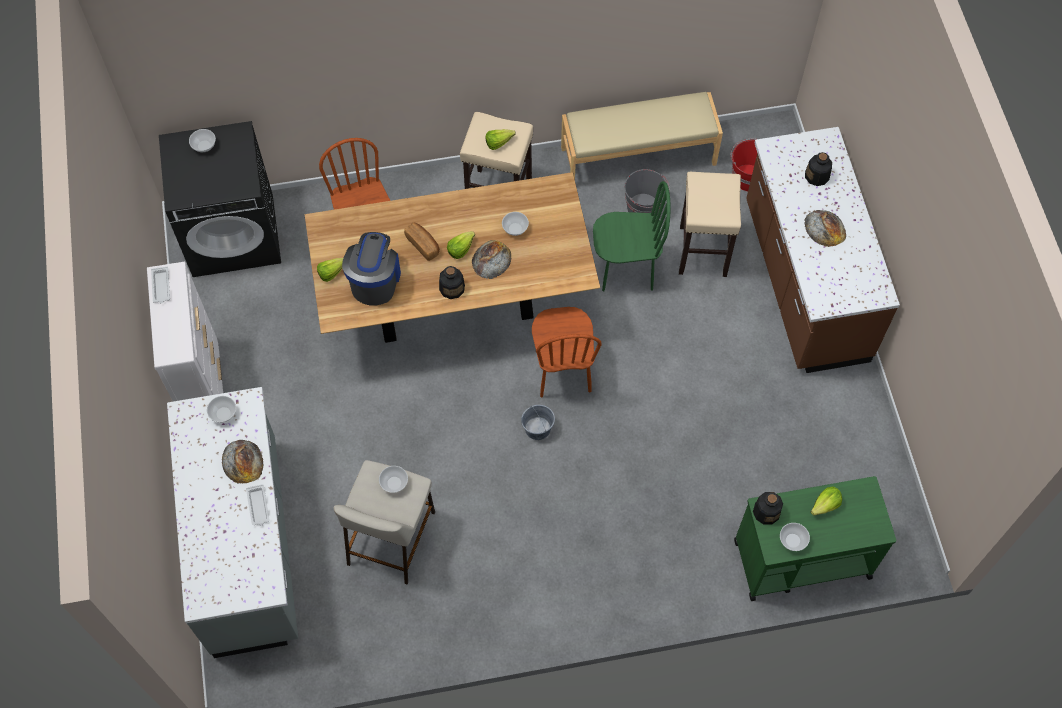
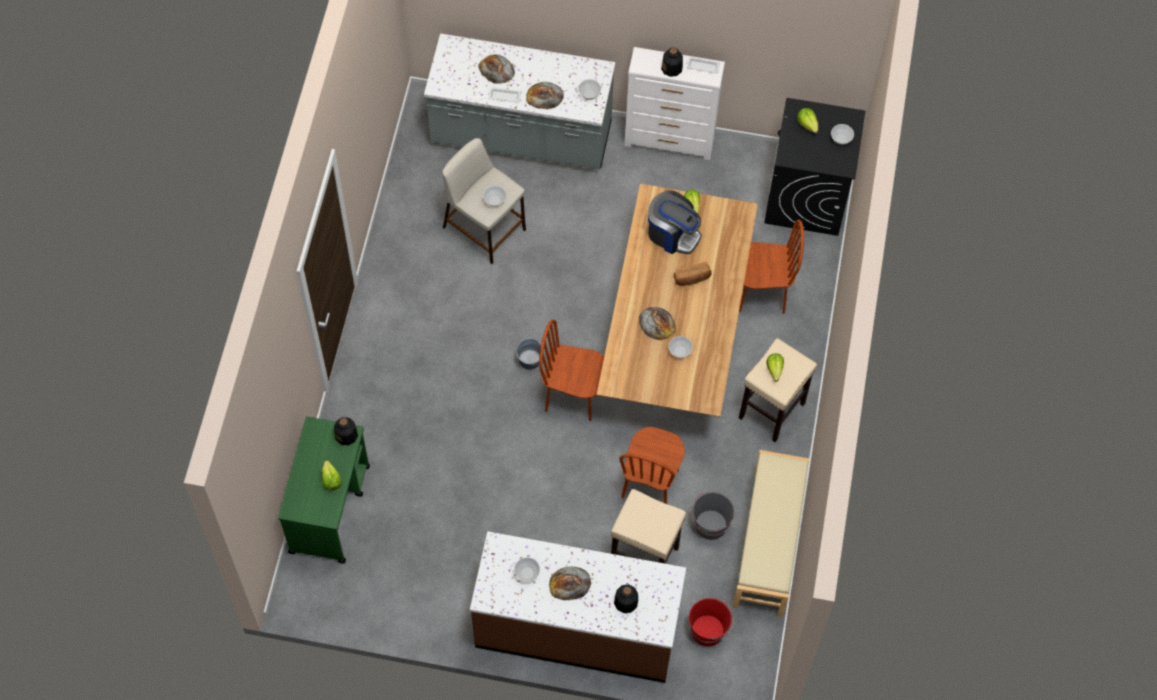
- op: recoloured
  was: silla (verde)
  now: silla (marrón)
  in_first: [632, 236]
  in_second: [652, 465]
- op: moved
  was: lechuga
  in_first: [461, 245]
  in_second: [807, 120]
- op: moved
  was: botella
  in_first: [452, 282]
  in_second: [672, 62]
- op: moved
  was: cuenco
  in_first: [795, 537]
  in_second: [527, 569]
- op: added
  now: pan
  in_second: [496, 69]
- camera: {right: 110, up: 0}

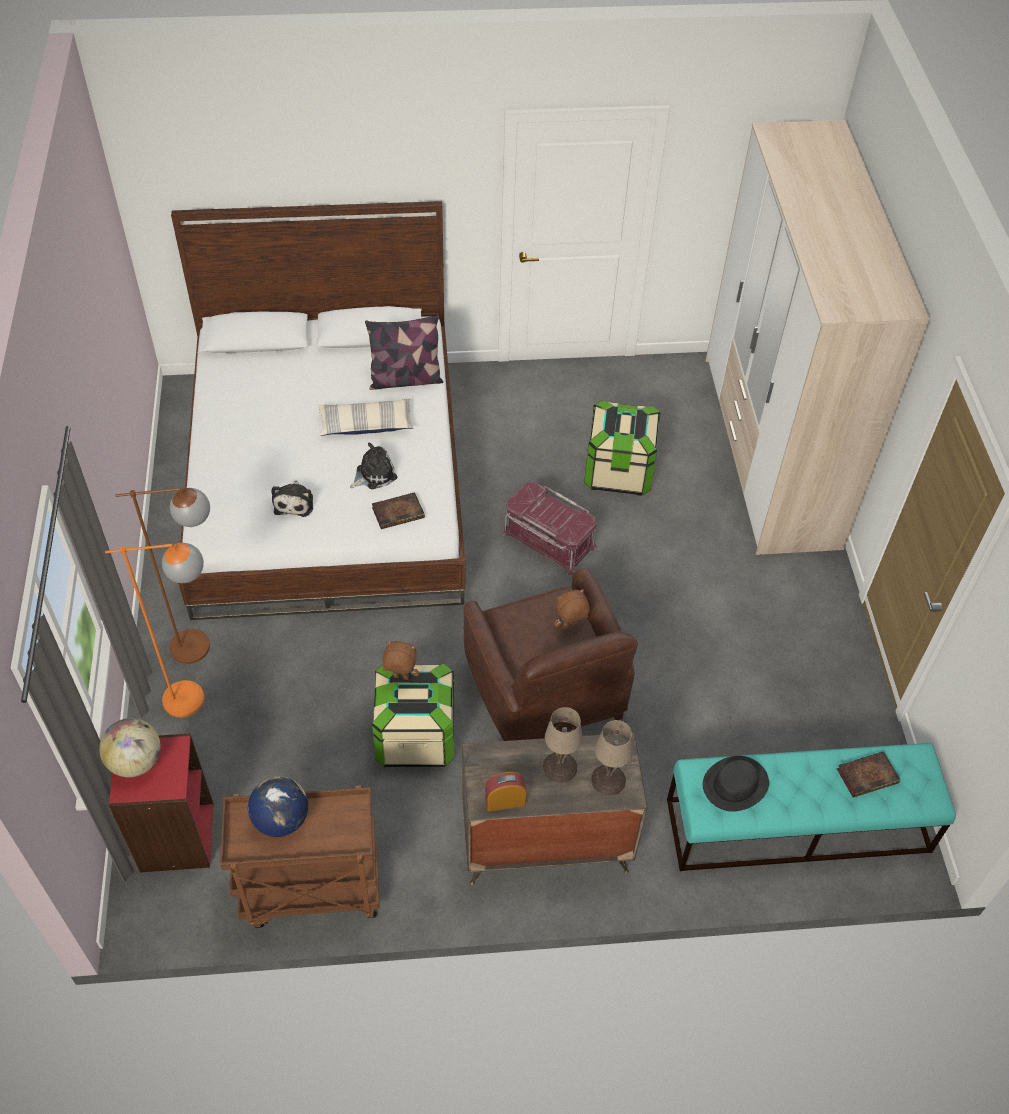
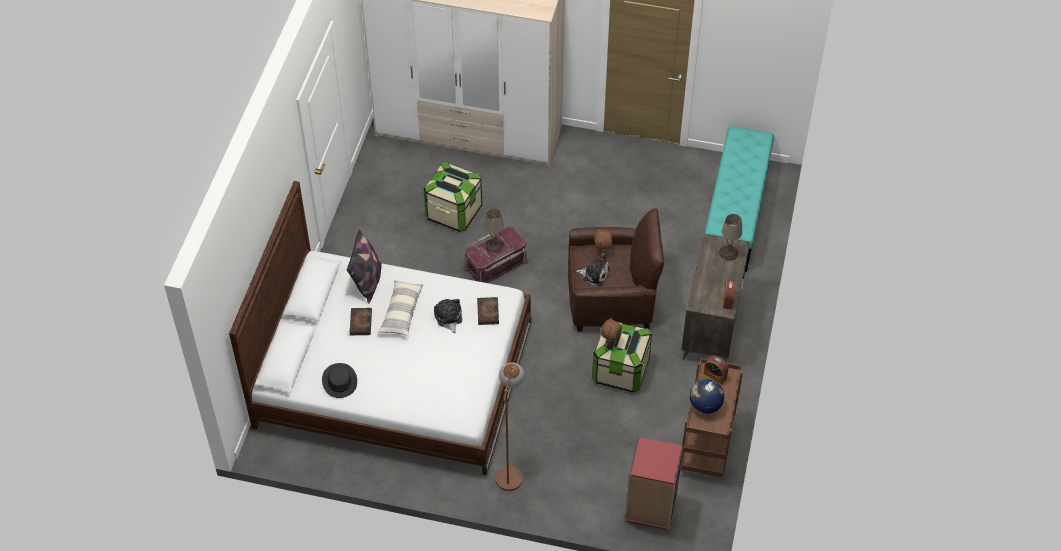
- op: moved
  was: peluche
  in_first: [292, 498]
  in_second: [593, 271]
- op: removed
  was: lámpara de pie (naranja)
  in_first: [154, 630]
- op: moved
  was: lámpara de mesa (beis)
  in_first: [562, 745]
  in_second: [494, 230]
- op: removed
  was: globo terráqueo
  in_first: [130, 747]
- op: moved
  was: libro
  in_first: [868, 774]
  in_second: [360, 321]
- op: moved
  was: sombrero (negro)
  in_first: [736, 784]
  in_second: [339, 380]
- op: added
  now: despertador
  in_second: [715, 370]
- camera: {right: -70, up: 0}

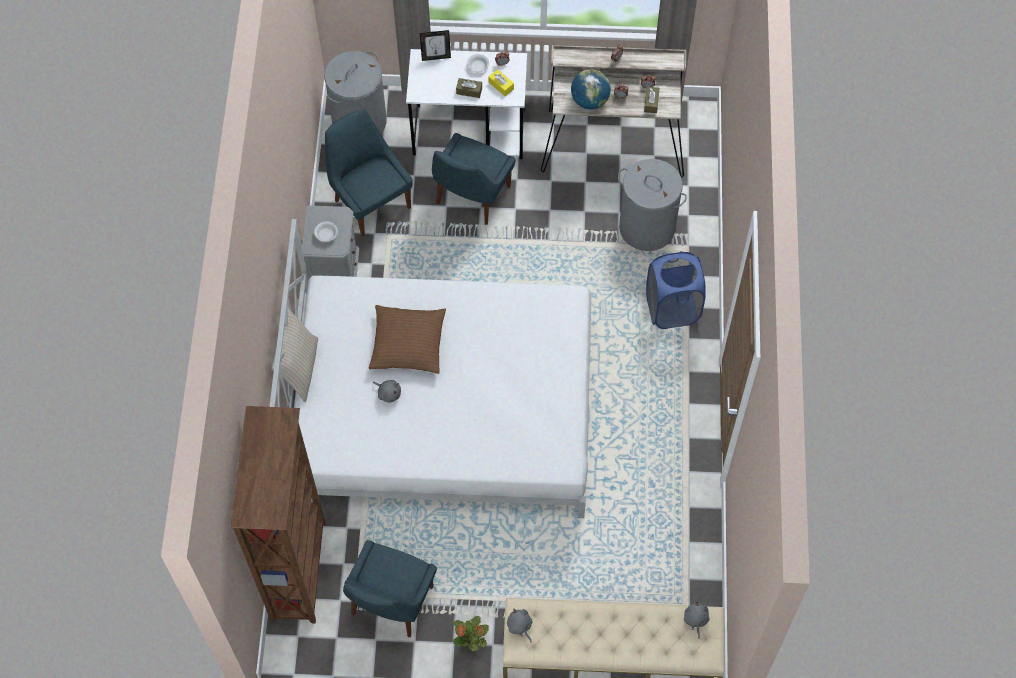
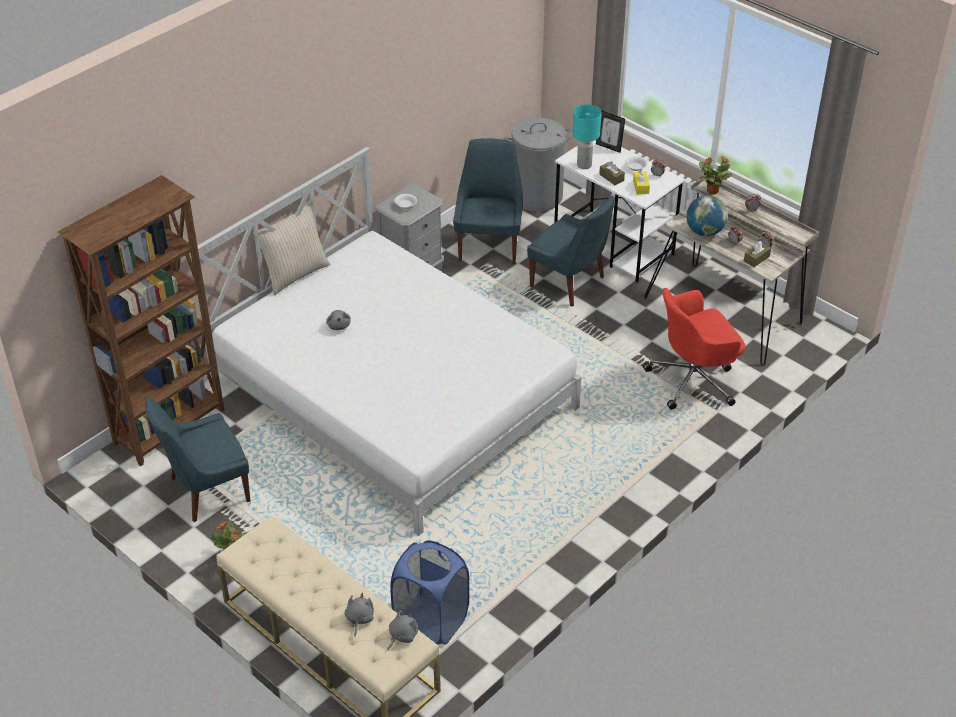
- op: turned
  was: silla (azul)
  in_first: [474, 179]
  in_second: [571, 251]
  clockwise: -120
- op: replaced
  was: cesto de la ropa (gris)
  now: silla de oficina (rojo)
  in_first: [652, 205]
  in_second: [694, 349]
- op: moved
  was: cesto de la ropa (azul)
  in_first: [676, 290]
  in_second: [429, 592]
- op: removed
  was: cojín (marrón)
  in_first: [407, 339]
- op: moved
  was: peluche (gris)
  in_first: [519, 625]
  in_second: [359, 614]
- op: added
  now: lámpara de mesa (turquesa)
  in_second: [587, 136]
- op: added
  now: planta en maceta
  in_second: [716, 175]
- camera: {right: 40, up: -20}

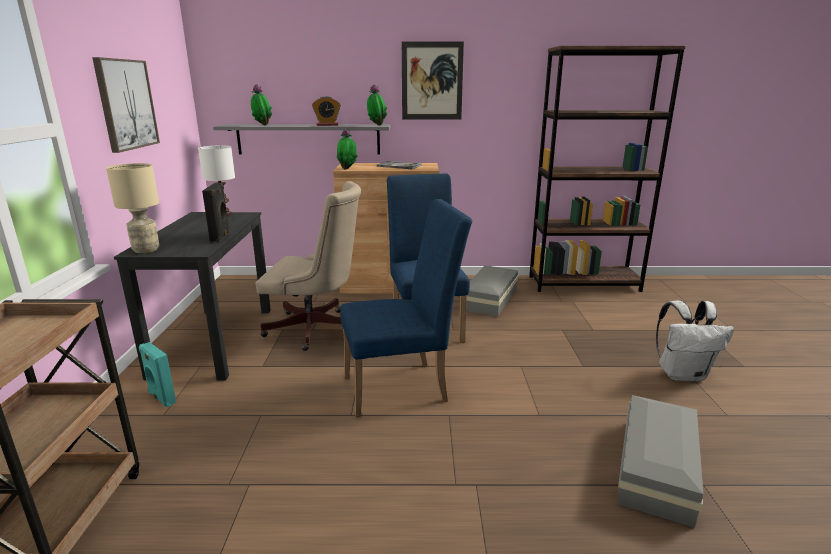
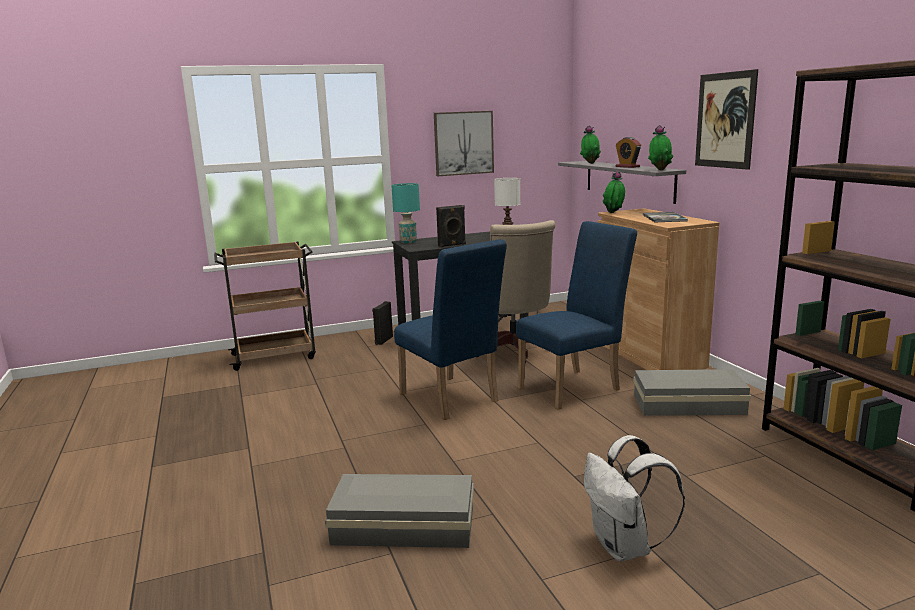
- op: recoloured
  was: lámpara de mesa (beis)
  now: lámpara de mesa (turquesa)
  in_first: [132, 208]
  in_second: [406, 213]
- op: recoloured
  was: altavoz (turquesa)
  now: altavoz (negro)
  in_first: [157, 374]
  in_second: [382, 323]
- camera: {right: 70, up: -5}

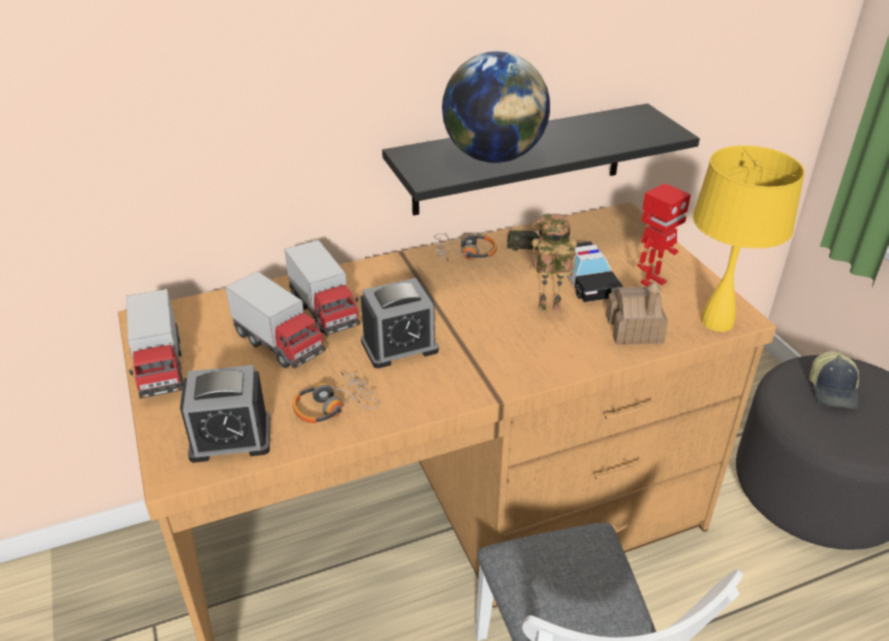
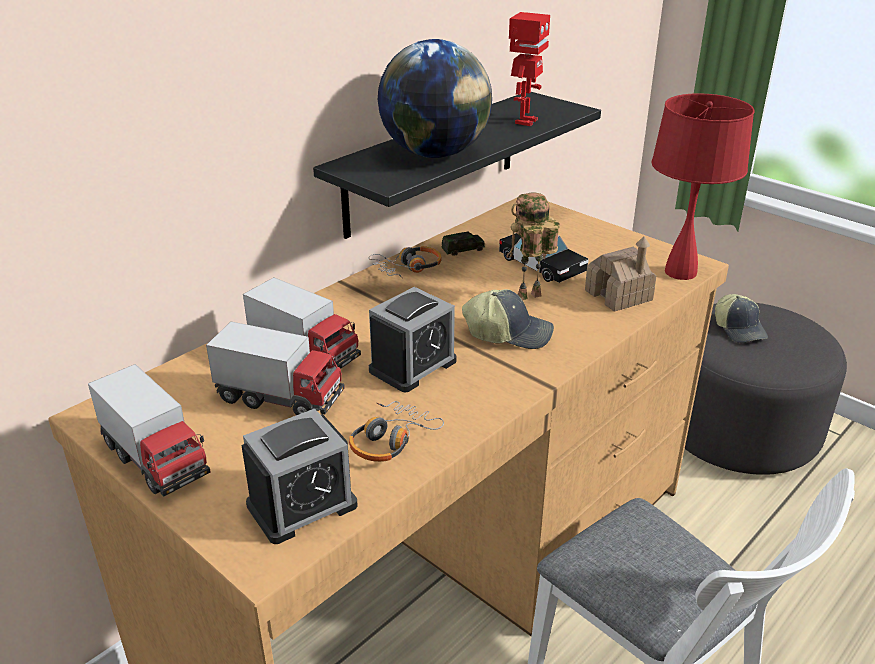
- op: recoloured
  was: lámpara de mesa (amarillo)
  now: lámpara de mesa (rojo)
  in_first: [749, 238]
  in_second: [702, 186]
- op: moved
  was: robot de juguete
  in_first: [664, 235]
  in_second: [529, 69]
- op: added
  now: gorra
  in_second: [508, 319]
- camera: {right: -25, up: -5}

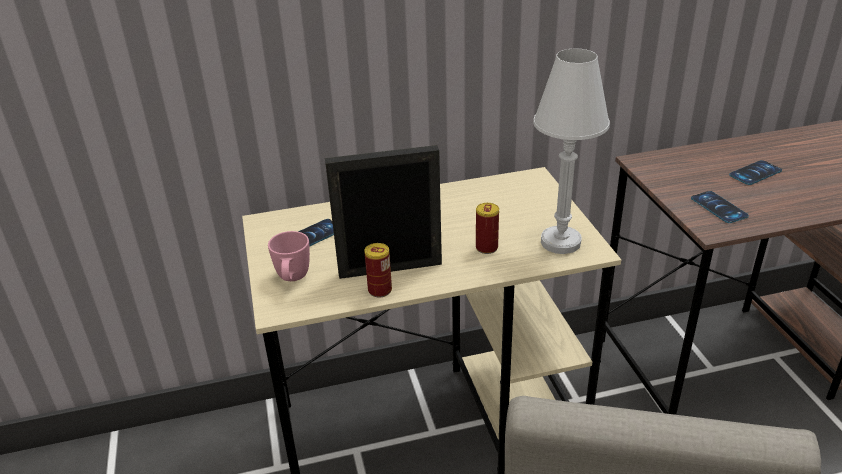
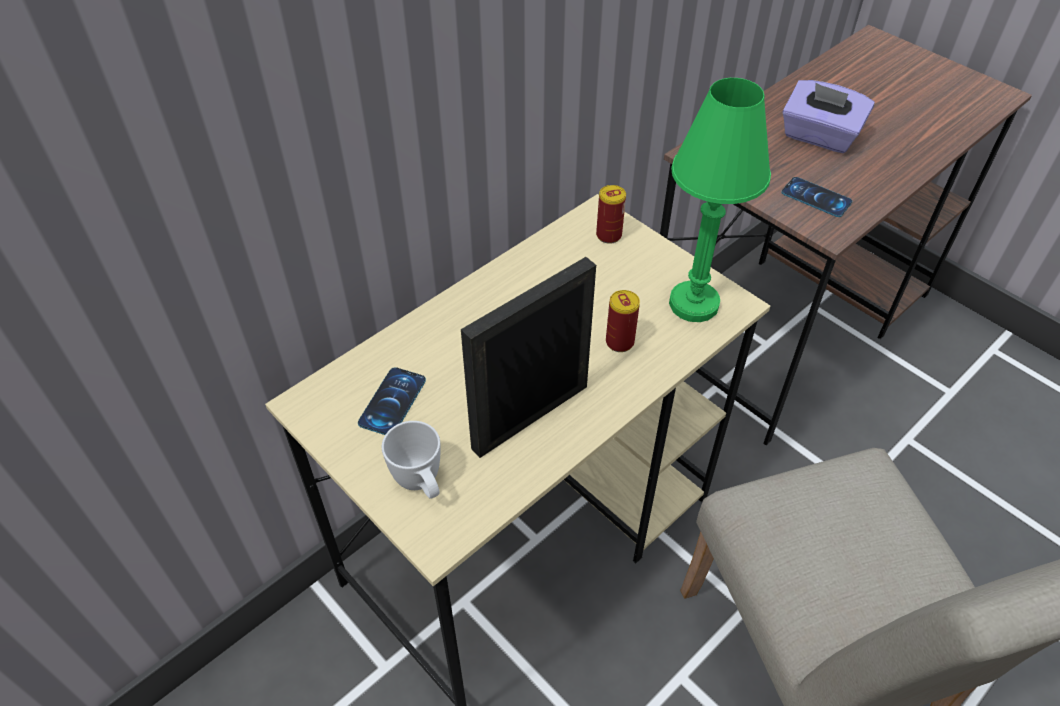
- op: recoloured
  was: lámpara de mesa (blanco)
  now: lámpara de mesa (verde)
  in_first: [571, 151]
  in_second: [720, 200]
- op: replaced
  was: móvil
  now: caja de pañuelos (morado)
  in_first: [755, 172]
  in_second: [828, 116]
- op: recoloured
  was: taza grande (rosa)
  now: taza grande (blanco)
  in_first: [289, 256]
  in_second: [411, 460]
- op: moved
  was: lata
  in_first: [378, 270]
  in_second: [611, 214]
- camera: {right: -30, up: 15}

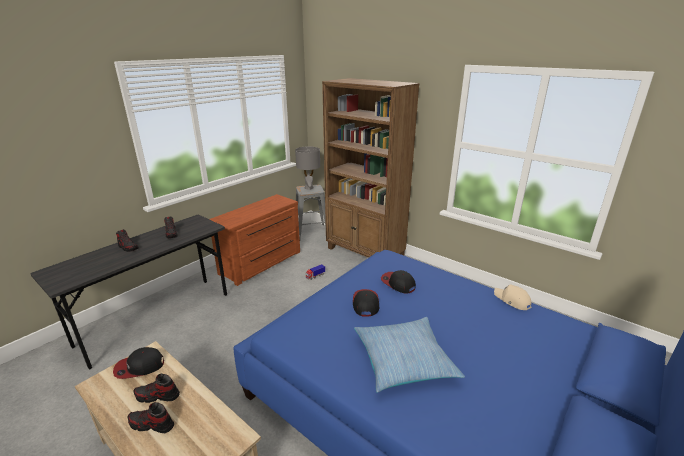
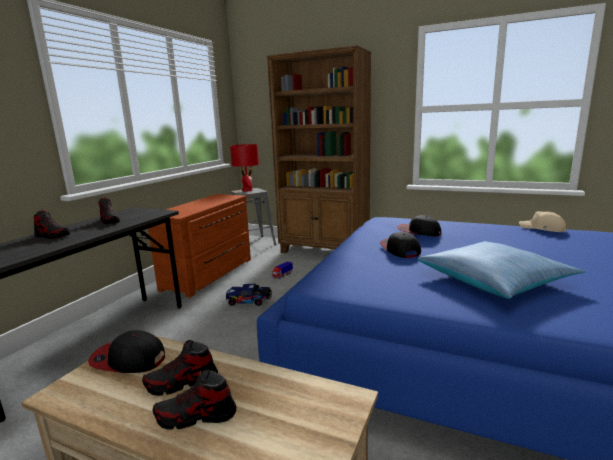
- op: recoloured
  was: lámpara de mesa (gris)
  now: lámpara de mesa (rojo)
  in_first: [307, 168]
  in_second: [244, 168]
- op: turned
  was: gorra
  in_first: [138, 363]
  in_second: [126, 351]
  clockwise: 45
- op: added
  now: camión de juguete
  in_second: [249, 295]
- camera: {right: -15, up: -10}

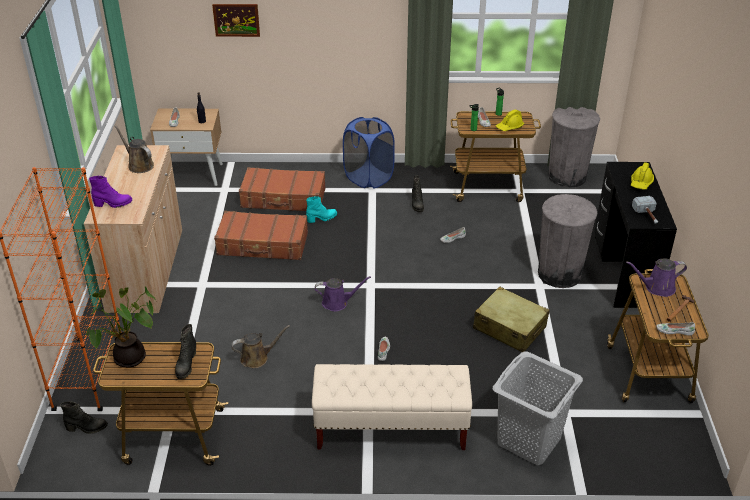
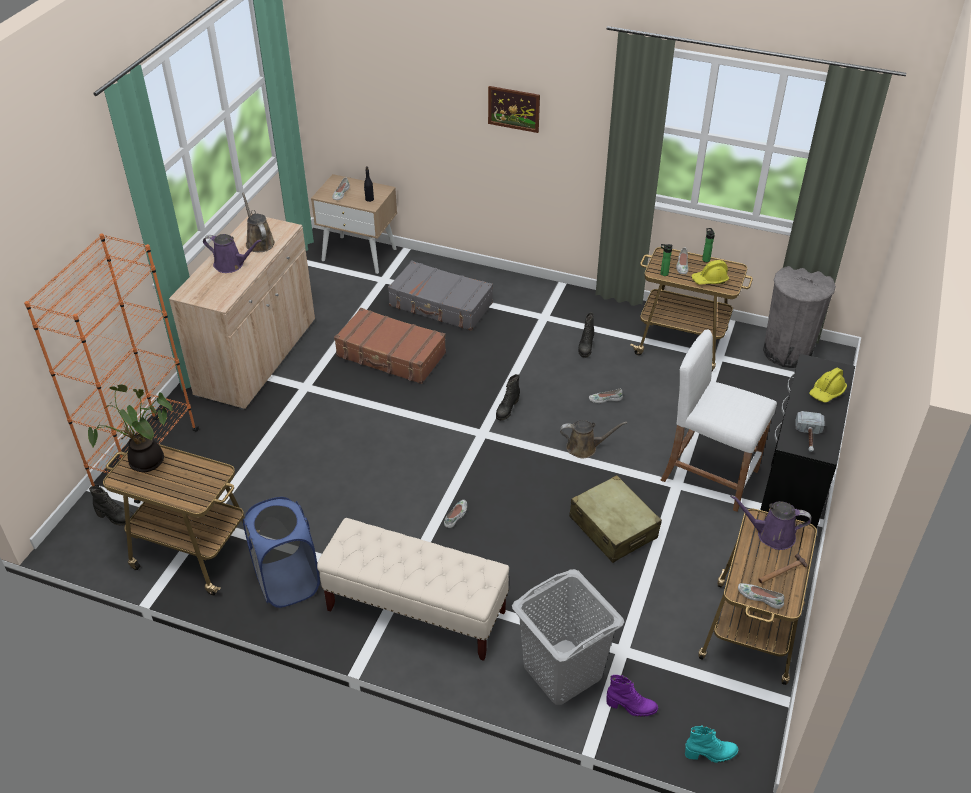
- op: moved
  was: cuadro
  in_first: [236, 20]
  in_second: [514, 109]
- op: moved
  was: cesto de la ropa (azul)
  in_first: [369, 152]
  in_second: [281, 552]
- op: recoloured
  was: maleta (marrón)
  now: maleta (gris)
  in_first: [282, 189]
  in_second: [440, 295]
- op: moved
  was: bota (morado)
  in_first: [110, 192]
  in_second: [632, 696]
- op: replaced
  was: papelera (gris)
  now: taburete (blanco)
  in_first: [567, 241]
  in_second: [718, 420]
- op: moved
  was: bota (turquesa)
  in_first: [321, 209]
  in_second: [711, 744]
- op: moved
  was: regadera (morado)
  in_first: [343, 293]
  in_second: [232, 253]
- op: moved
  was: bota (negro)
  in_first: [185, 351]
  in_second: [508, 397]
- op: moved
  was: regadera (marrón)
  in_first: [260, 346]
  in_second: [593, 439]
- camera: {right: 20, up: 5}

